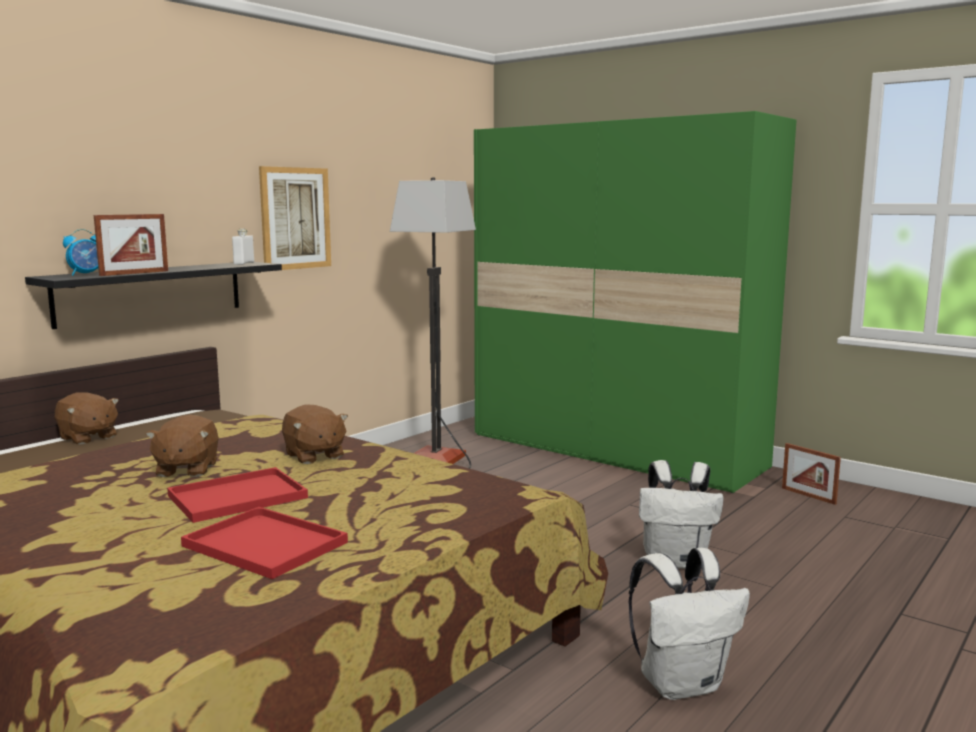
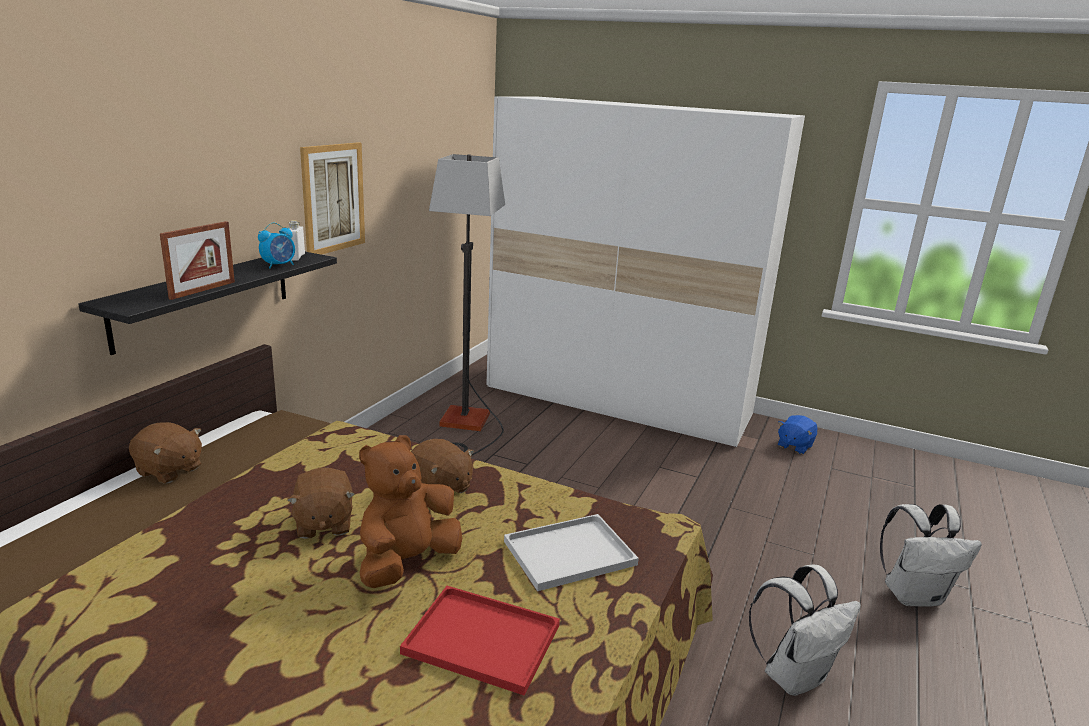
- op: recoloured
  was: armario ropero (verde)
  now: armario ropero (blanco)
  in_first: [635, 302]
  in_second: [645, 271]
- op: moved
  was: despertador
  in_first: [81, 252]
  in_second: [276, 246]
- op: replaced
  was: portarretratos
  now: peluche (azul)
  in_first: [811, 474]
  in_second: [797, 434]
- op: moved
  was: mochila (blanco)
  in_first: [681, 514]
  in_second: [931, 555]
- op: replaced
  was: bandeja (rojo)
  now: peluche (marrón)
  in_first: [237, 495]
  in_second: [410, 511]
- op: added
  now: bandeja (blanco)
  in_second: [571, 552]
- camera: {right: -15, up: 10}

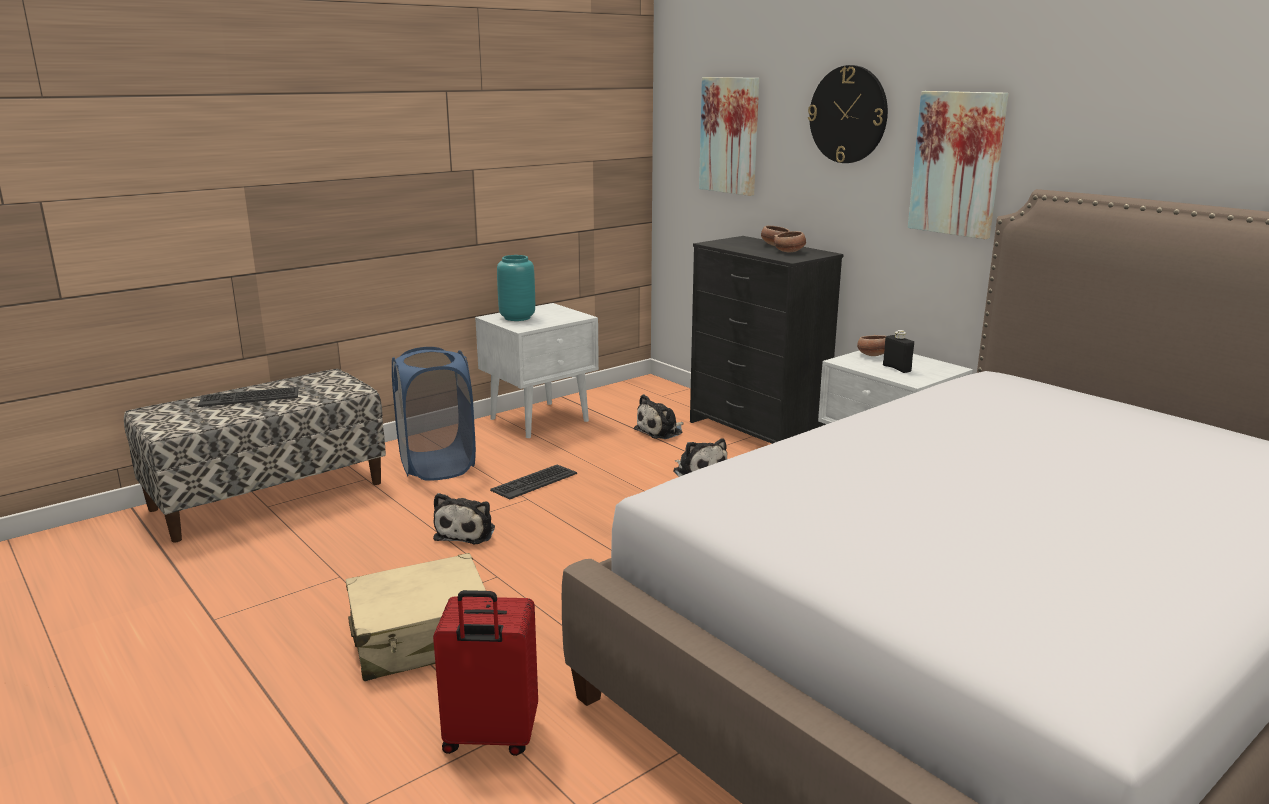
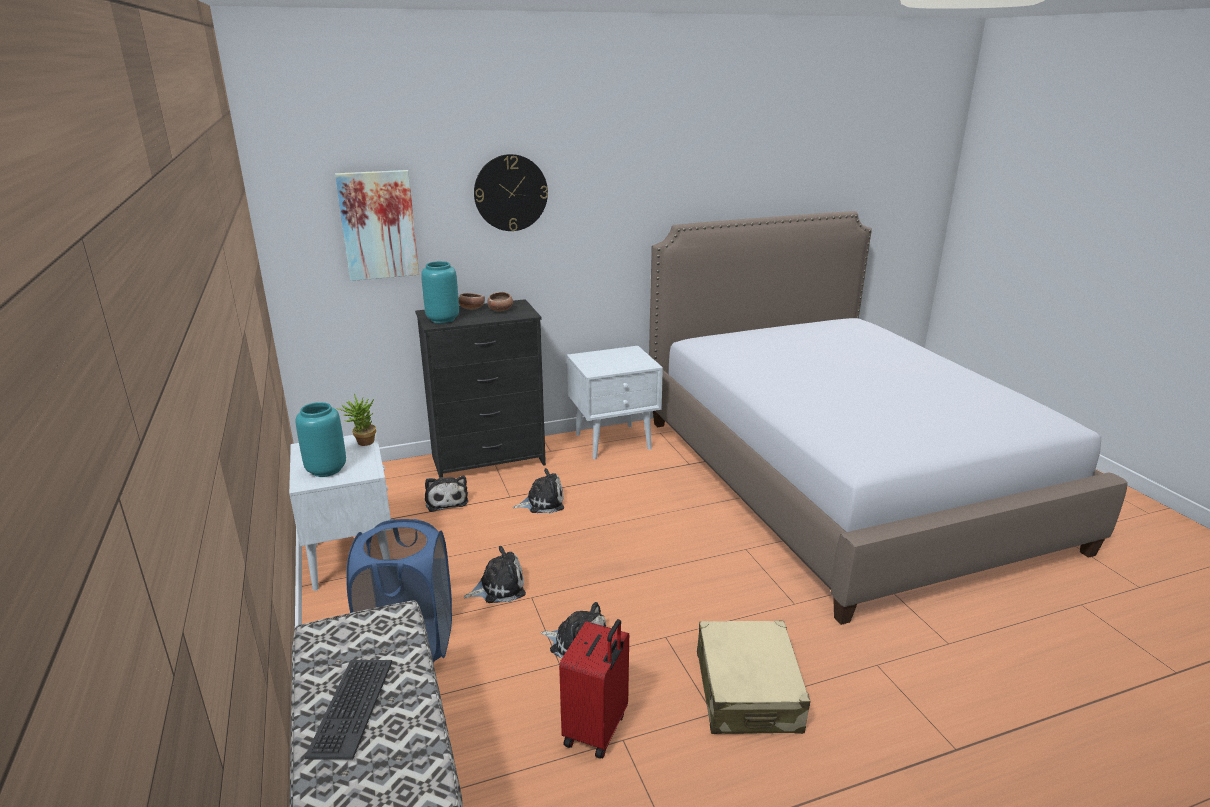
- op: removed
  was: cuadro
  in_first: [958, 165]
- op: removed
  was: botella (negro)
  in_first: [898, 351]
- op: removed
  was: cuenco
  in_first: [871, 345]
- op: replaced
  was: teclado
  now: peluche
  in_first: [533, 481]
  in_second: [495, 574]
- op: moved
  was: maleta (rojo)
  in_first: [485, 673]
  in_second: [594, 689]
- op: added
  now: florero (turquesa)
  in_second: [440, 292]
- op: added
  now: planta en maceta
  in_second: [356, 420]
- camera: {right: -70, up: 5}

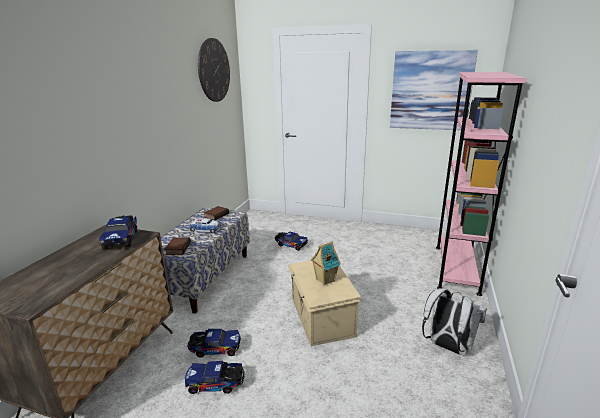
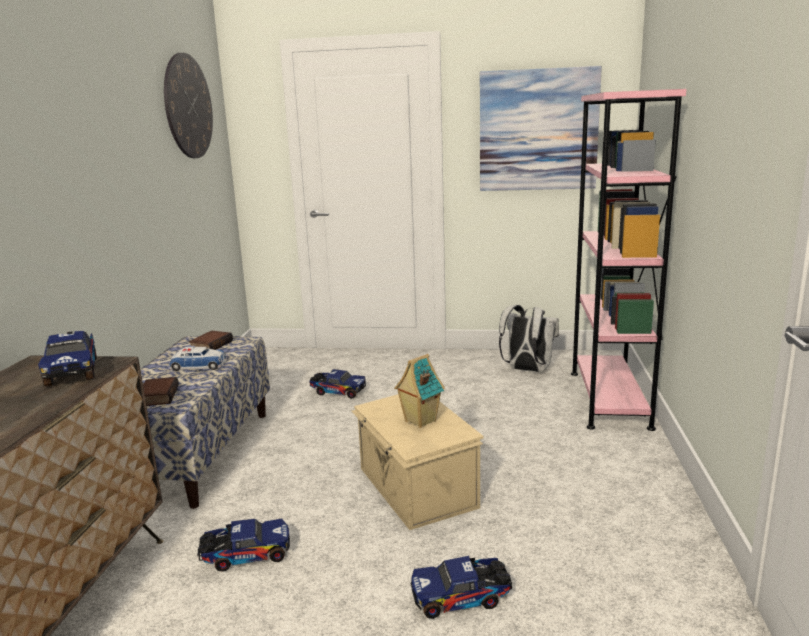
- op: moved
  was: mochila (blanco)
  in_first: [454, 321]
  in_second: [529, 338]
- op: moved
  was: camión de juguete
  in_first: [215, 377]
  in_second: [461, 587]
- camera: {right: -10, up: -5}

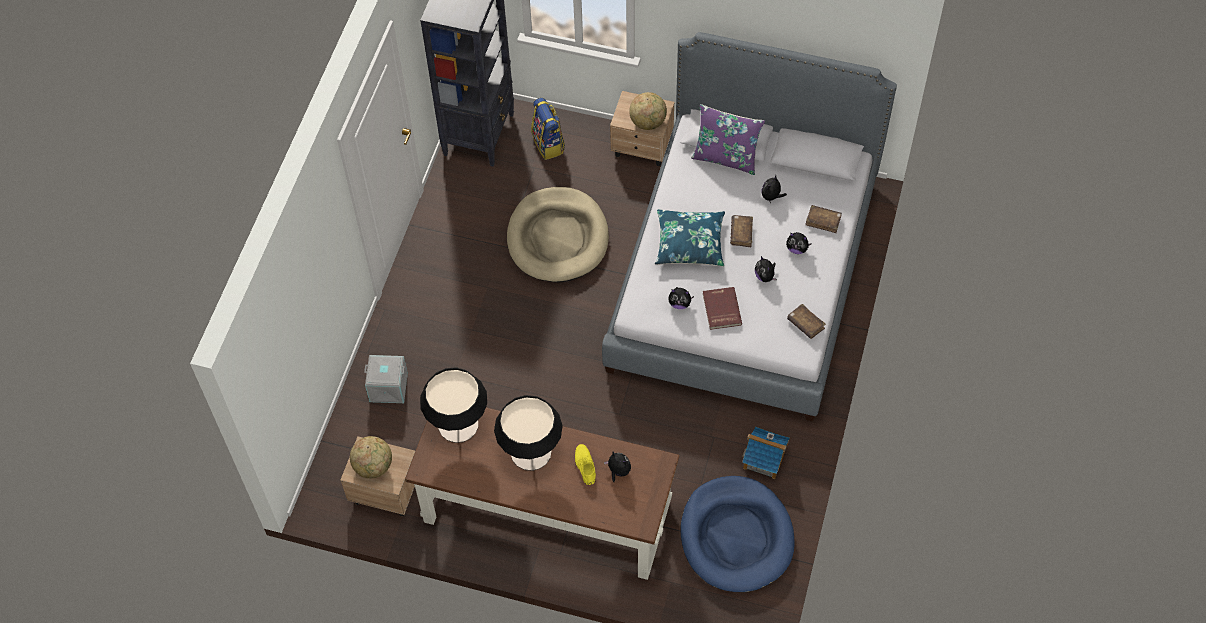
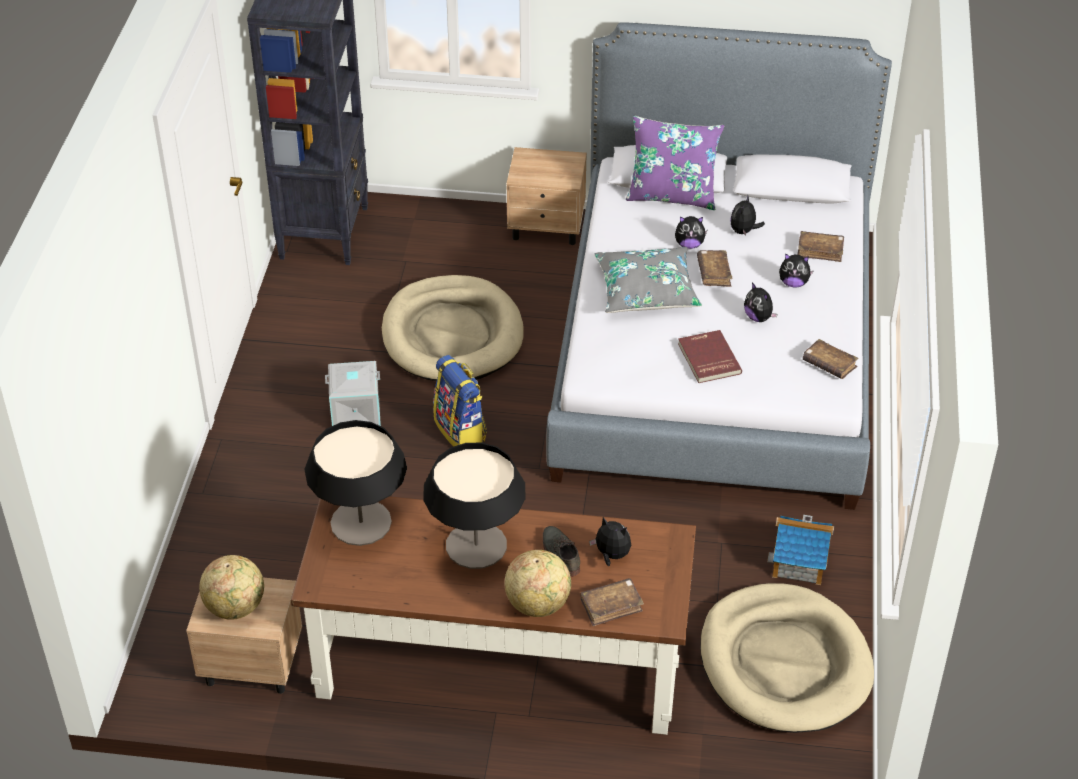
- op: moved
  was: globo terráqueo
  in_first: [648, 111]
  in_second: [537, 583]
- op: moved
  was: mochila
  in_first: [548, 129]
  in_second: [460, 401]
- op: recoloured
  was: cojín (azul)
  now: cojín (gris)
  in_first: [690, 238]
  in_second: [648, 280]
- op: moved
  was: peluche
  in_first: [681, 298]
  in_second: [691, 232]
- op: moved
  was: caja de almacenaje (gris)
  in_first: [386, 379]
  in_second: [353, 393]
- op: recoloured
  was: zapato (amarillo)
  now: zapato (gris)
  in_first: [585, 464]
  in_second: [561, 551]
- op: recoloured
  was: cama para perro (azul)
  now: cama para perro (beis)
  in_first: [737, 534]
  in_second: [787, 658]
- op: added
  now: libro (marrón)
  in_second: [612, 602]
- camera: {right: -10, up: -15}

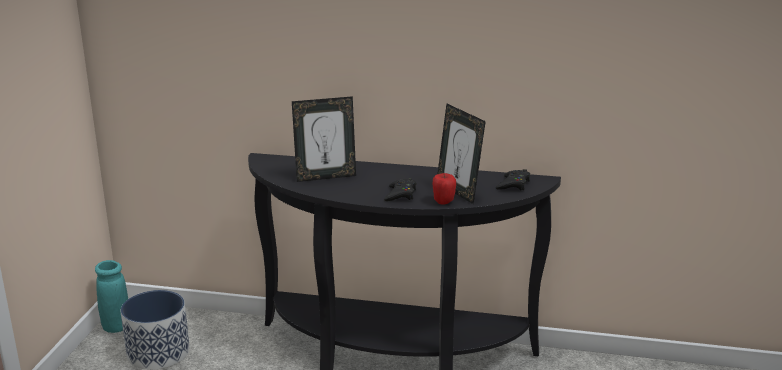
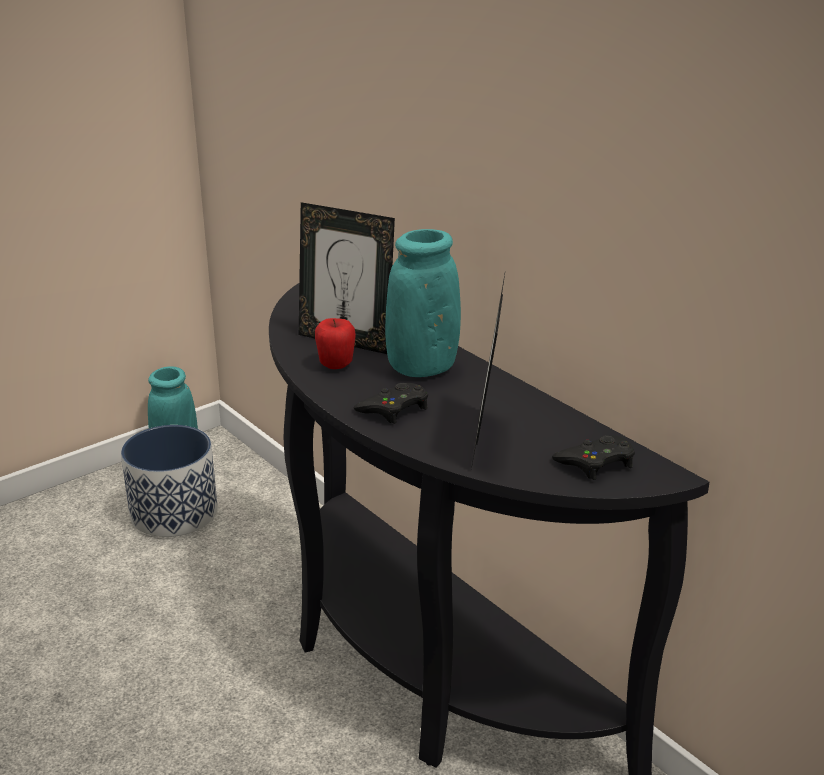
- op: moved
  was: manzana
  in_first: [444, 188]
  in_second: [335, 343]
- op: added
  now: florero (turquesa)
  in_second: [423, 303]
- camera: {right: 40, up: 5}

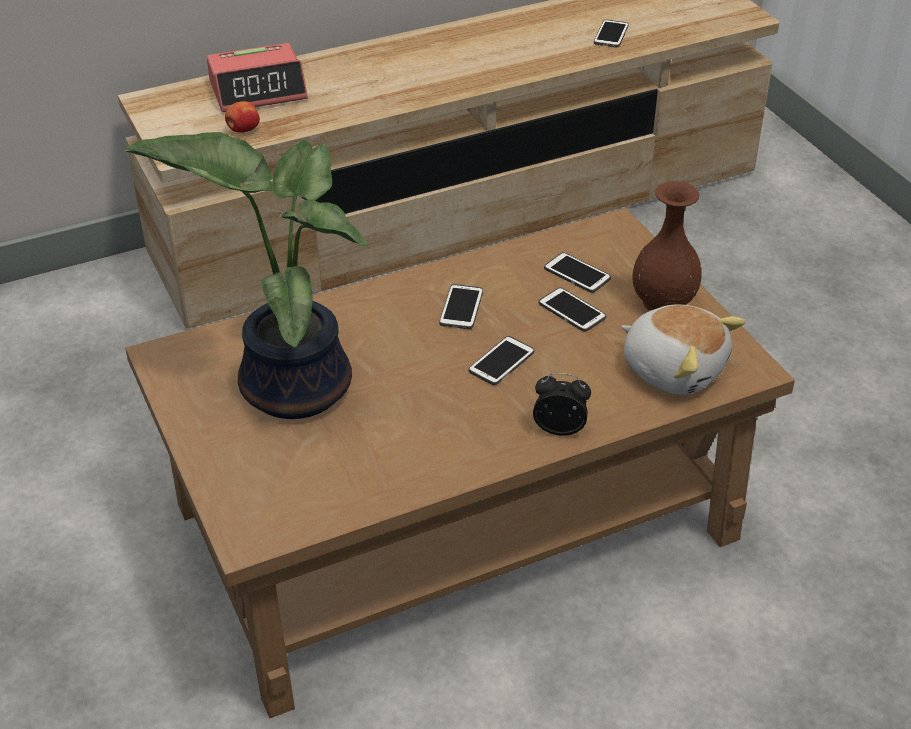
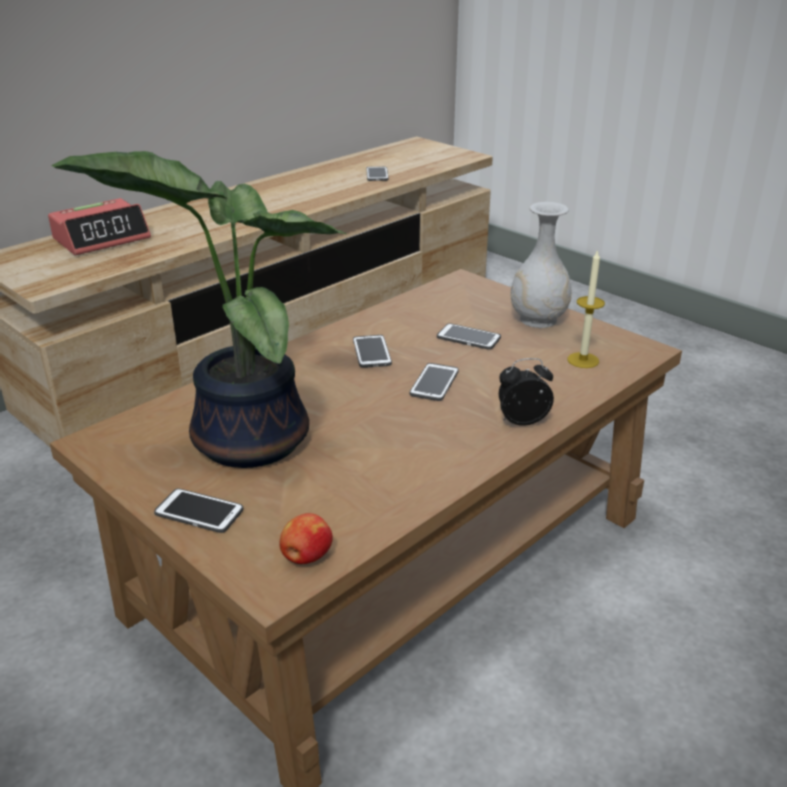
- op: moved
  was: manzana
  in_first: [242, 116]
  in_second: [306, 538]
- op: recoloured
  was: florero (marrón)
  now: florero (blanco)
  in_first: [667, 246]
  in_second: [541, 265]
- op: moved
  was: móvil
  in_first: [577, 272]
  in_second: [198, 510]
- op: replaced
  was: peluche
  now: vela
  in_first: [683, 349]
  in_second: [586, 308]
- camera: {right: -20, up: -10}

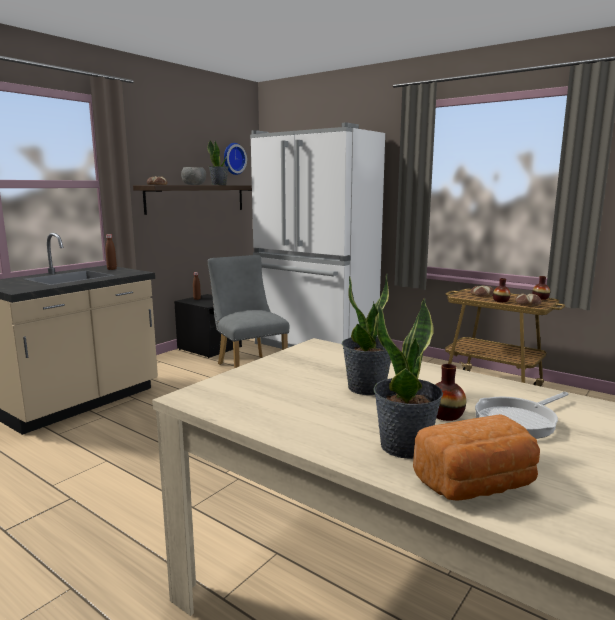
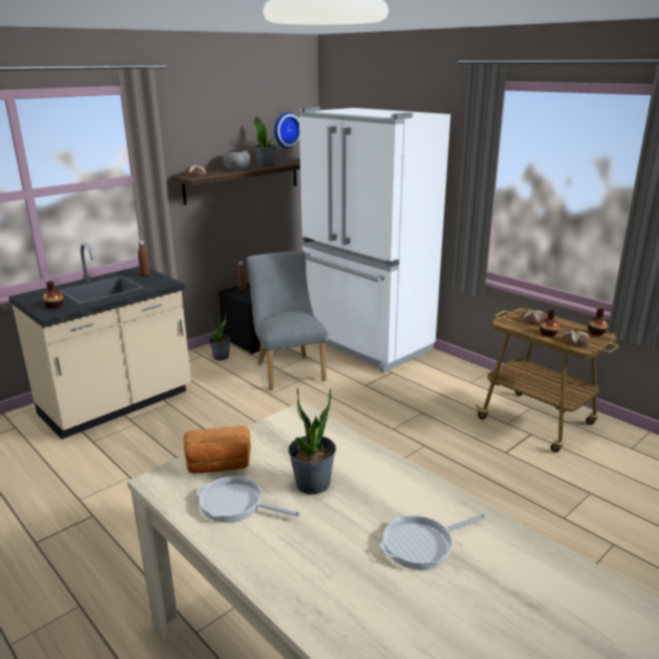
- op: moved
  was: planta en maceta
  in_first: [408, 378]
  in_second: [220, 335]
- op: moved
  was: florero
  in_first: [450, 392]
  in_second: [53, 295]
- op: moved
  was: pan
  in_first: [476, 457]
  in_second: [217, 449]
- op: added
  now: sartén
  in_second: [248, 499]
- camera: {right: 10, up: 10}

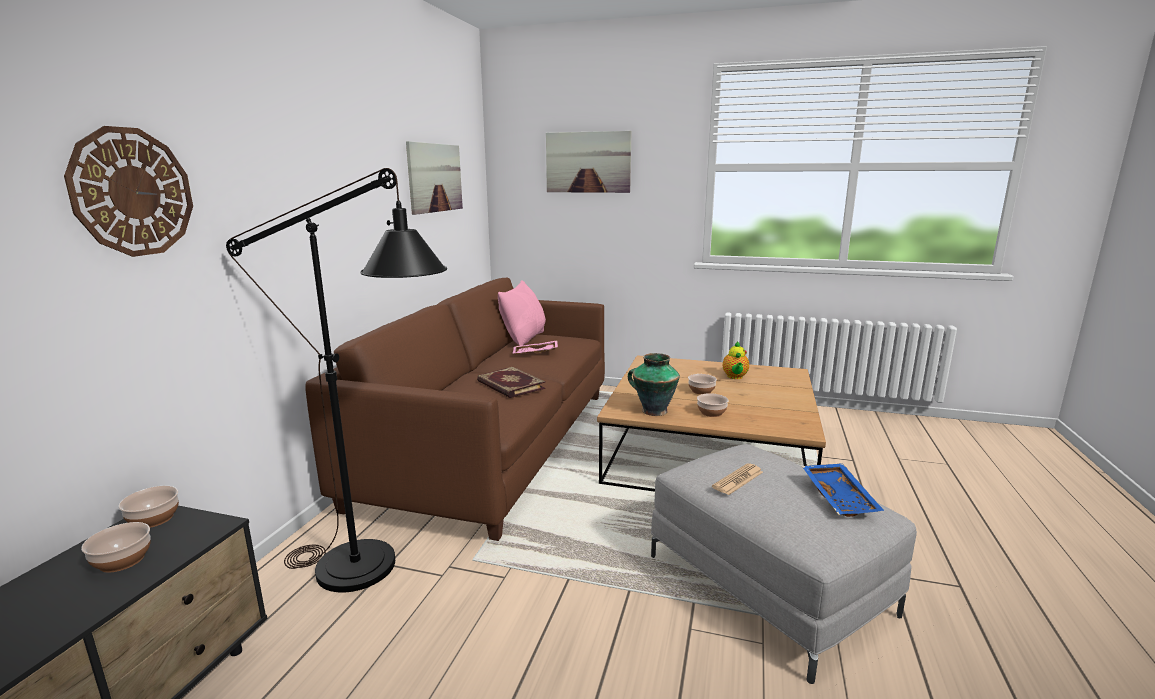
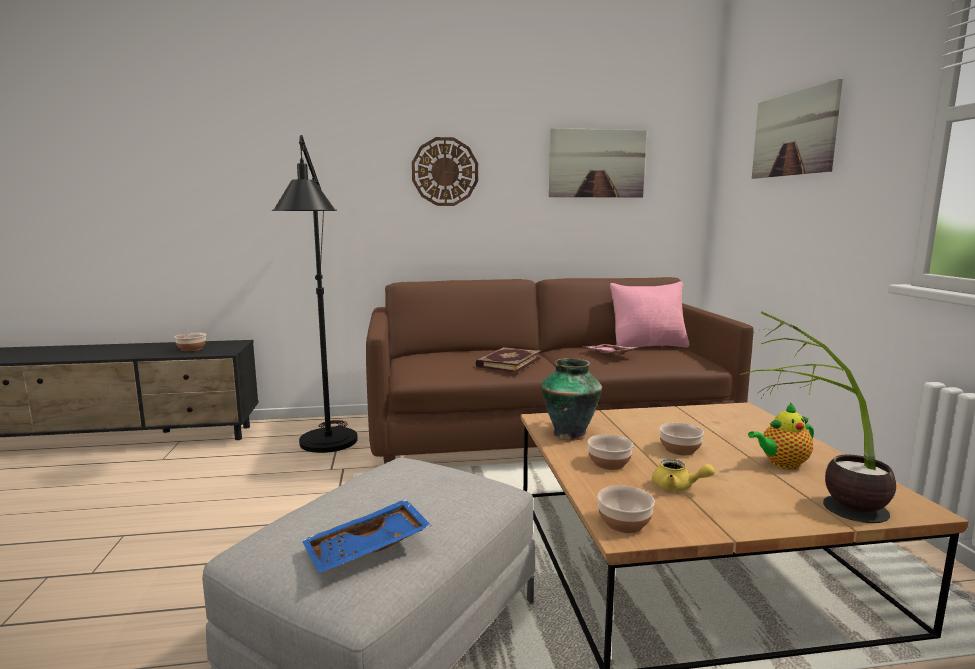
- op: moved
  was: reloj de pared
  in_first: [128, 191]
  in_second: [445, 171]
- op: removed
  was: periódico
  in_first: [737, 479]
- op: moved
  was: cuenco
  in_first: [149, 507]
  in_second: [626, 509]
- op: added
  now: planta en maceta
  in_second: [818, 417]
- op: added
  now: tetera (amarillo)
  in_second: [683, 475]
- camera: {right: 65, up: -5}

